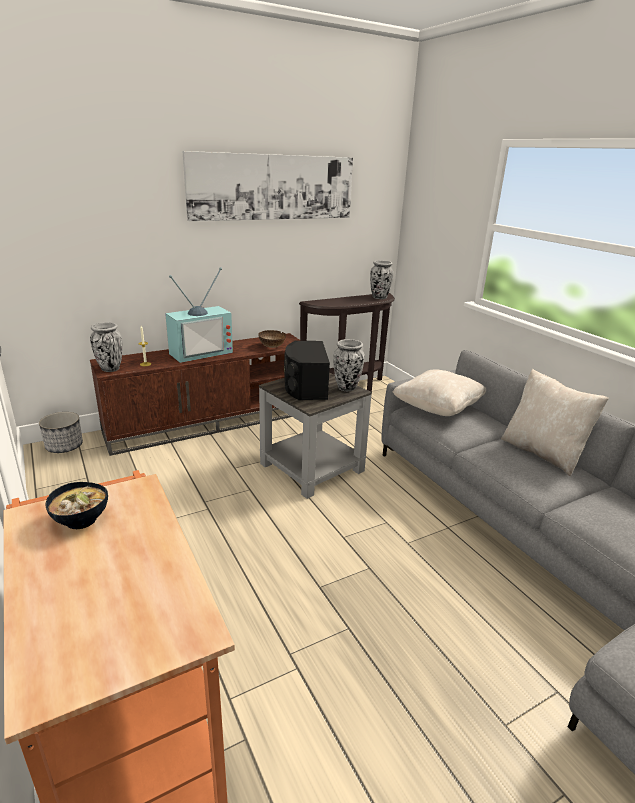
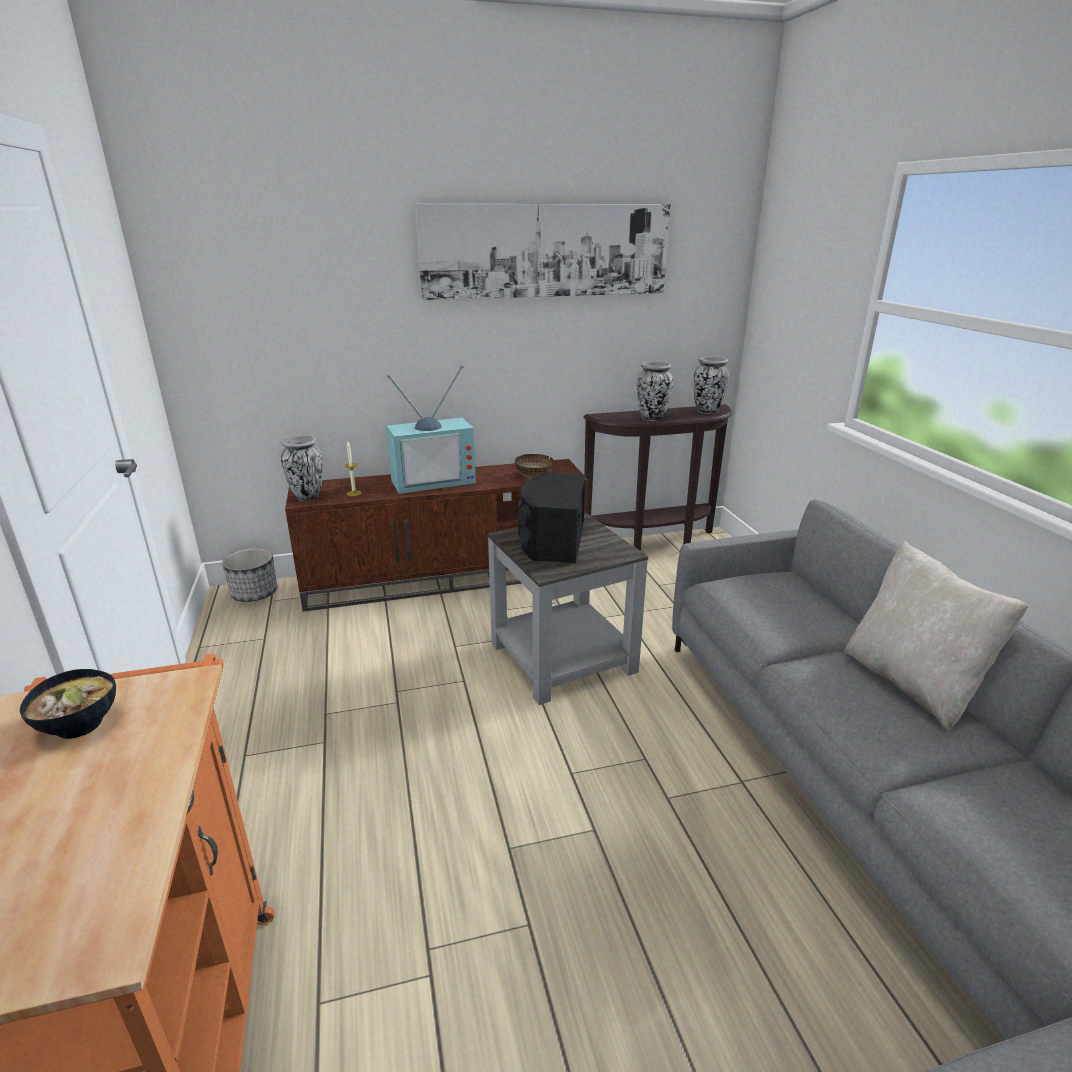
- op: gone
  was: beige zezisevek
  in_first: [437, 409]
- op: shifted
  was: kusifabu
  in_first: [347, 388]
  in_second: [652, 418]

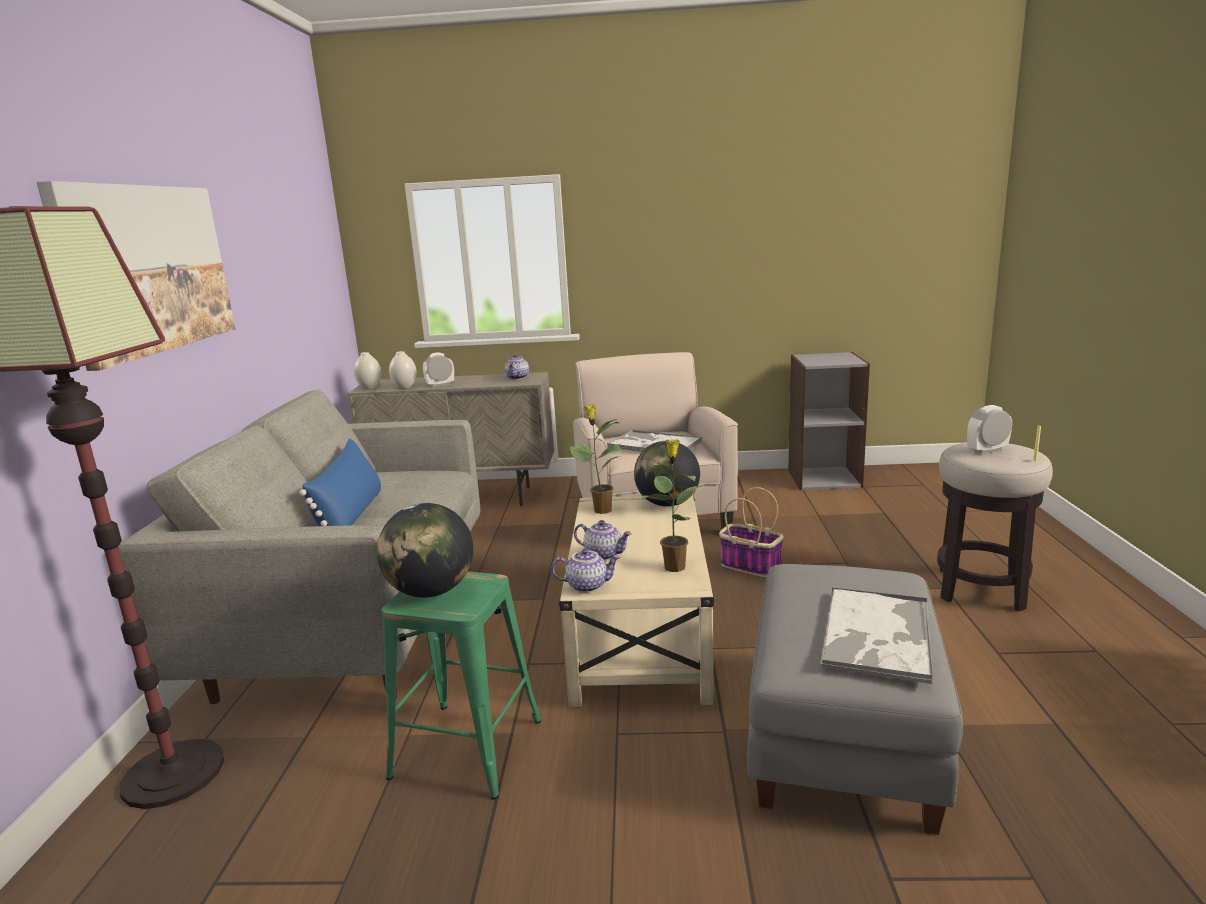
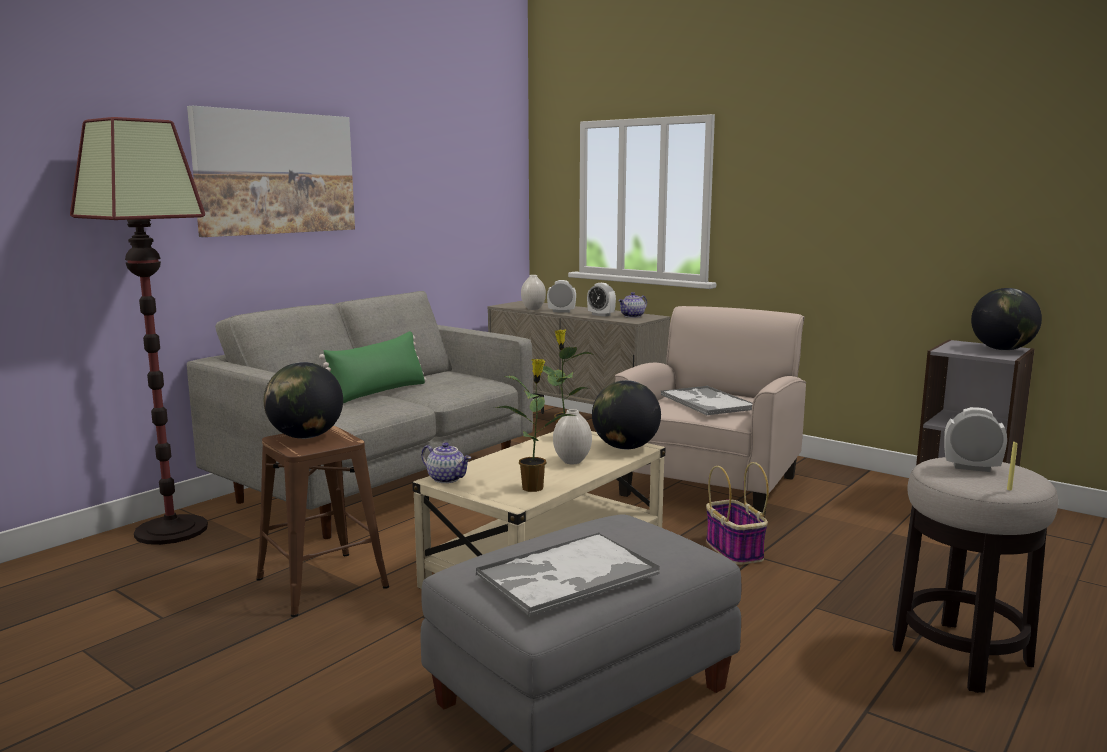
- op: gone
  was: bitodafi
  in_first: [604, 554]
- op: new
  now: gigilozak
  in_second: [601, 315]
- op: new
  now: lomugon
  in_second: [1002, 349]
- op: shifted
  was: white kusifabu
  in_first: [369, 388]
  in_second: [571, 461]
- op: repainted
  was: blue zezisevek
  now: green zezisevek
  in_first: [351, 516]
  in_second: [379, 392]
- op: repainted
  was: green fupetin
  now: brown fupetin
  in_first: [466, 749]
  in_second: [320, 583]

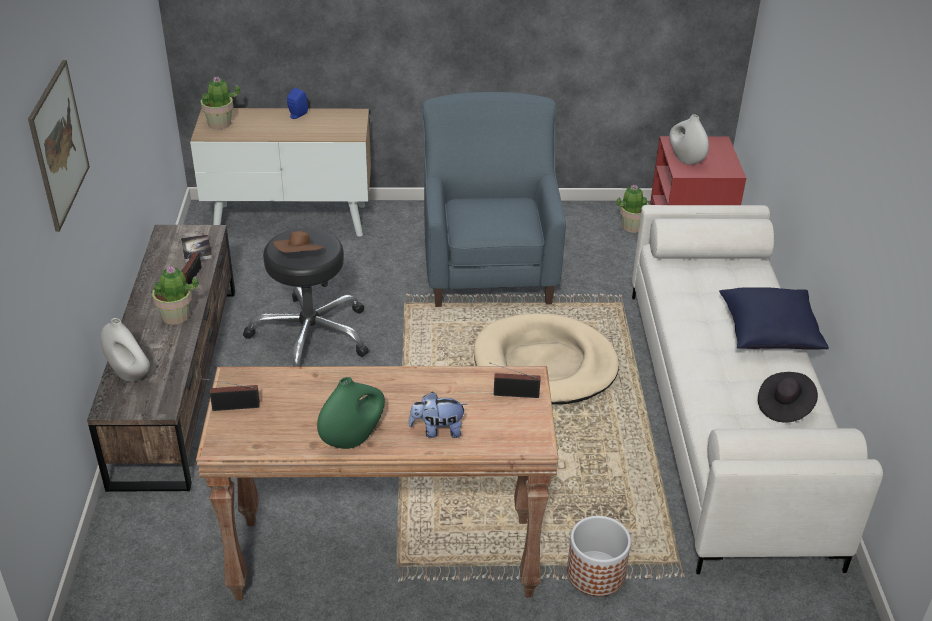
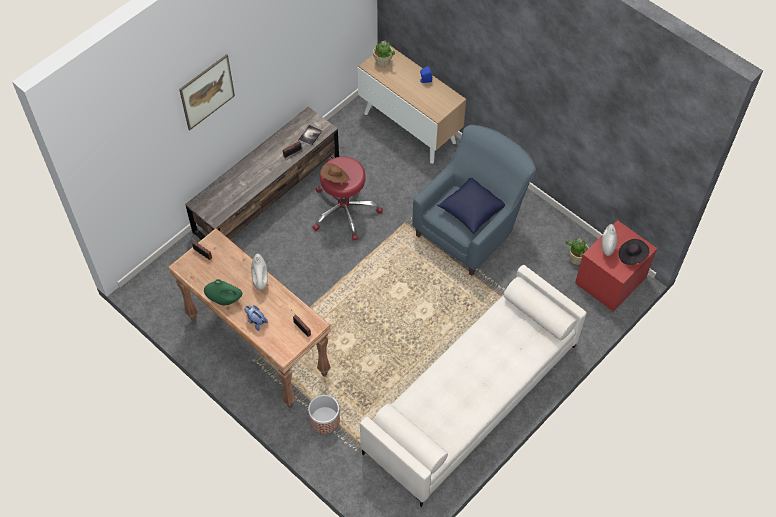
- op: gone
  was: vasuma
  in_first: [176, 316]
- op: gone
  was: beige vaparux
  in_first: [545, 365]
- op: shifted
  was: white kusifabu
  in_first: [129, 373]
  in_second: [260, 280]
- op: shifted
  was: blue zezisevek
  in_first: [768, 334]
  in_second: [471, 210]
- op: shifted
  was: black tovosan
  in_first: [784, 406]
  in_second: [632, 255]
- op: repainted
  was: black fupetin
  now: red fupetin
  in_first: [311, 335]
  in_second: [345, 210]

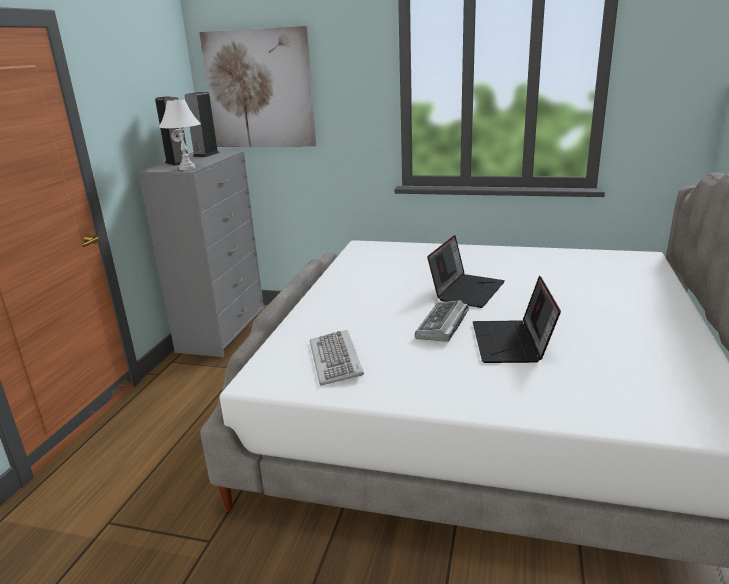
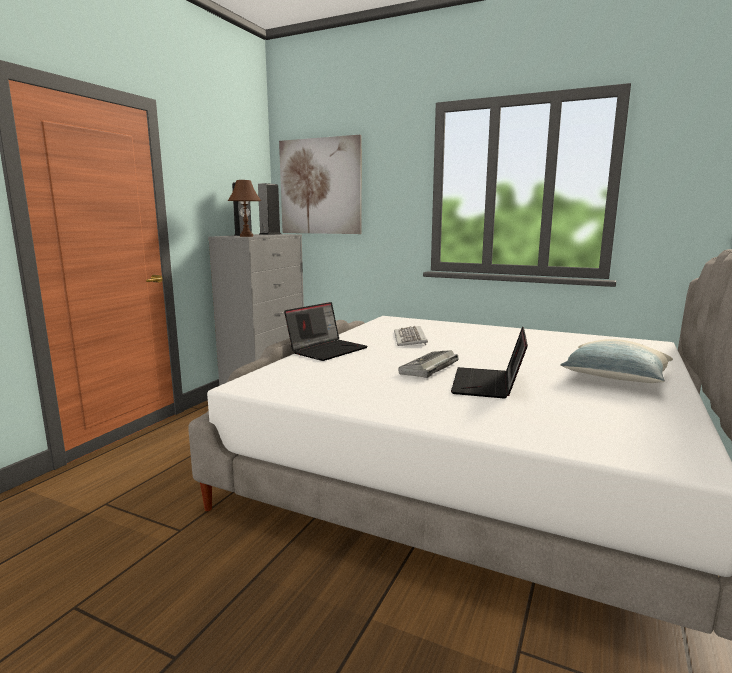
- op: new
  now: zezisevek
  in_second: [615, 379]
- op: shifted
  was: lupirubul
  in_first: [336, 360]
  in_second: [410, 339]
- op: shifted
  was: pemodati
  in_first: [466, 290]
  in_second: [327, 350]
- op: repainted
  was: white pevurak
  now: brown pevurak
  in_first: [186, 168]
  in_second: [246, 236]

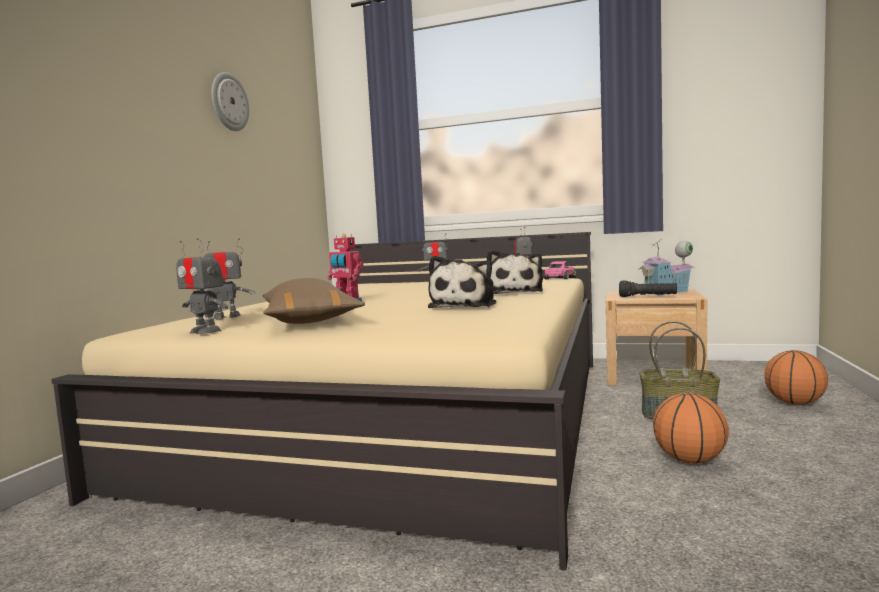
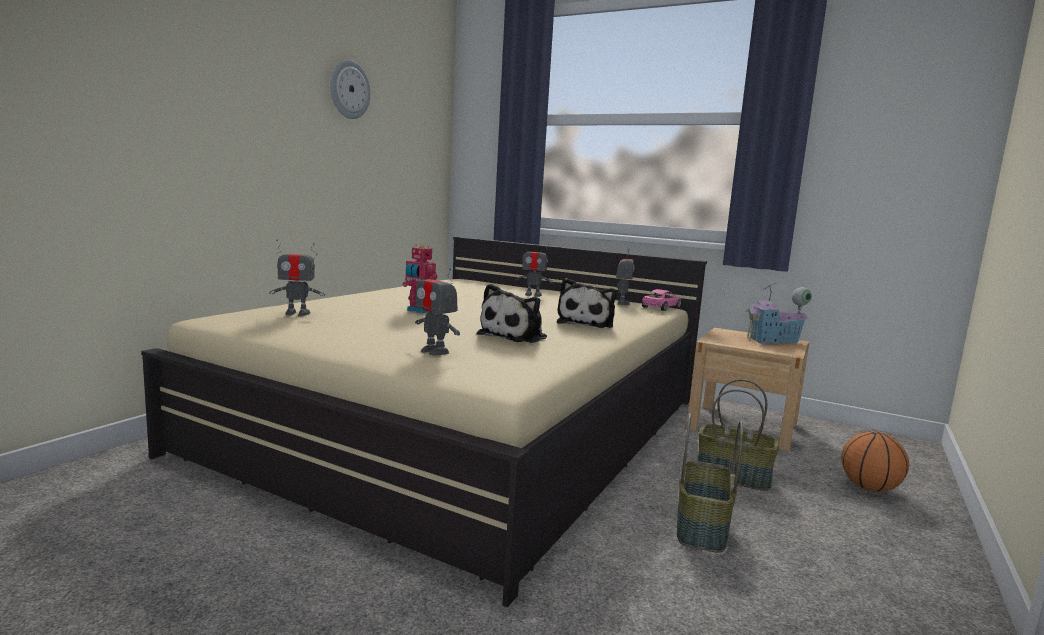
- op: gone
  was: brown zezisevek
  in_first: [308, 319]
- op: gone
  was: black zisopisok
  in_first: [647, 297]
- op: shifted
  was: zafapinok
  in_first: [205, 331]
  in_second: [434, 351]
- op: swapped
  was: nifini
  now: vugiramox
  in_first: [689, 460]
  in_second: [703, 528]

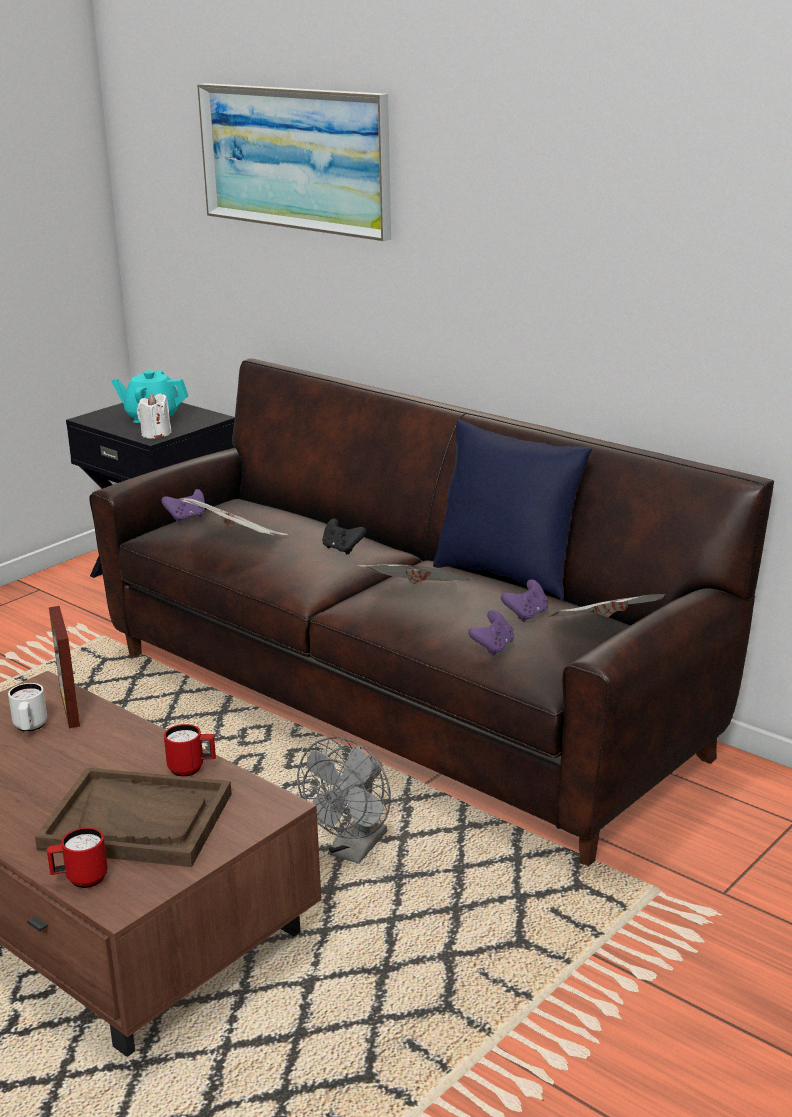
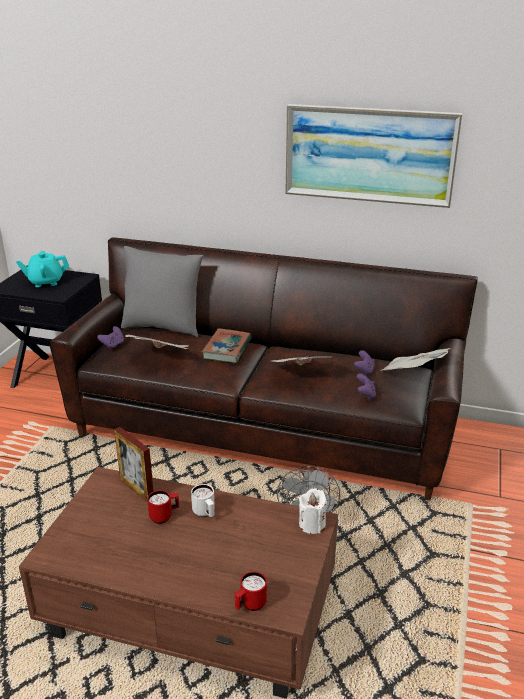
- op: gone
  was: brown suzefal
  in_first: [137, 821]
- op: gone
  was: blue zezisevek
  in_first: [507, 575]
- op: new
  now: grey zezisevek
  in_second: [163, 327]
- op: shifted
  was: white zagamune
  in_first: [30, 728]
  in_second: [205, 514]
- op: shifted
  was: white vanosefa
  in_first: [156, 434]
  in_second: [312, 524]
- op: shifted
  was: red zagamune
  in_first: [192, 769]
  in_second: [164, 516]
- op: shifted
  was: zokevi
  in_first: [295, 158]
  in_second: [369, 154]
- op: swapped
  was: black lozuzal
  now: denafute
  in_first: [342, 549]
  in_second: [227, 349]

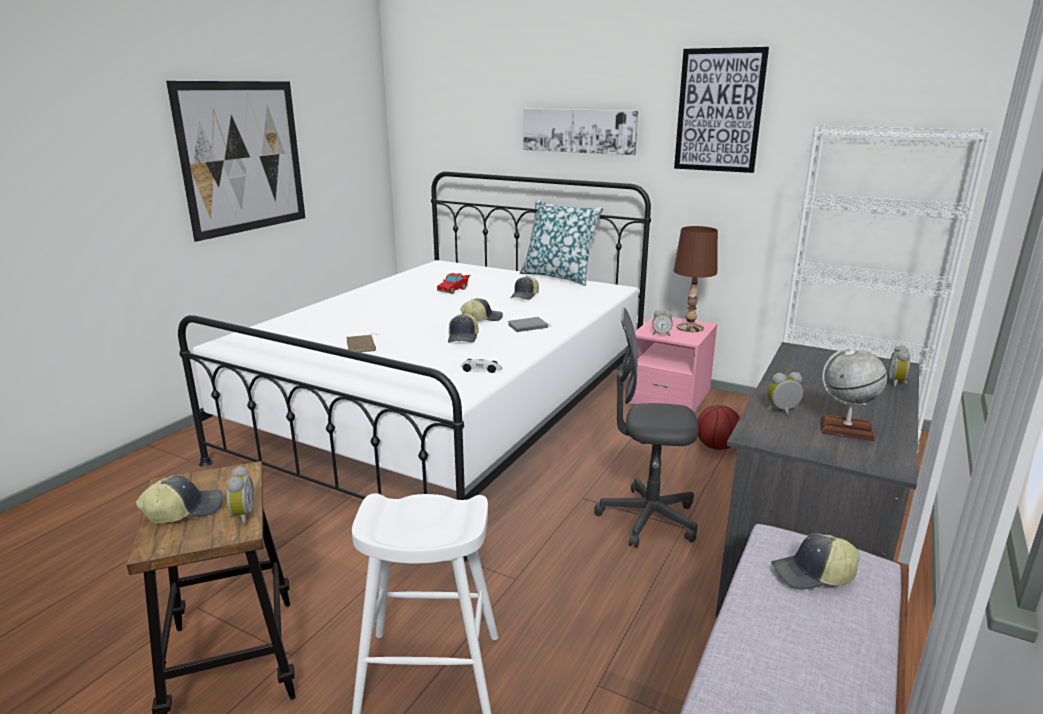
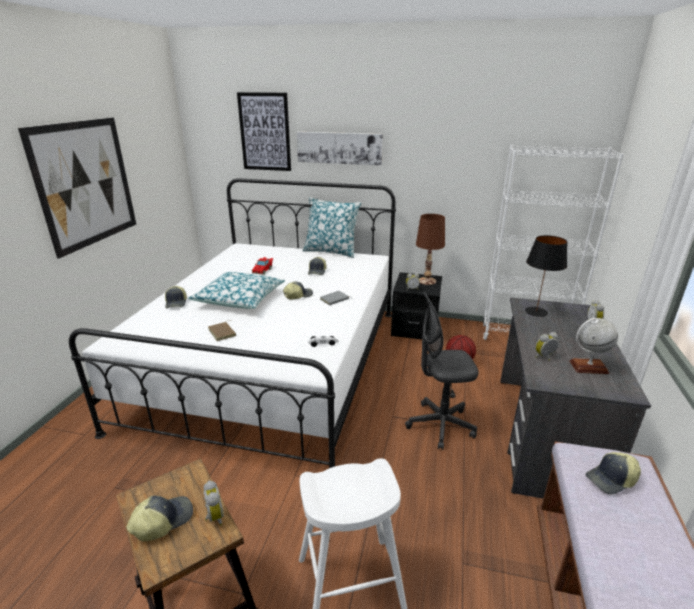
- op: new
  now: zezisevek
  in_second: [239, 299]
- op: new
  now: black pevurak
  in_second: [536, 311]
- op: shifted
  was: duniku
  in_first: [463, 338]
  in_second: [177, 303]
- op: shifted
  was: zokevi
  in_first: [719, 111]
  in_second: [265, 132]
- op: repainted
  was: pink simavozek
  now: black simavozek
  in_first: [669, 397]
  in_second: [415, 327]

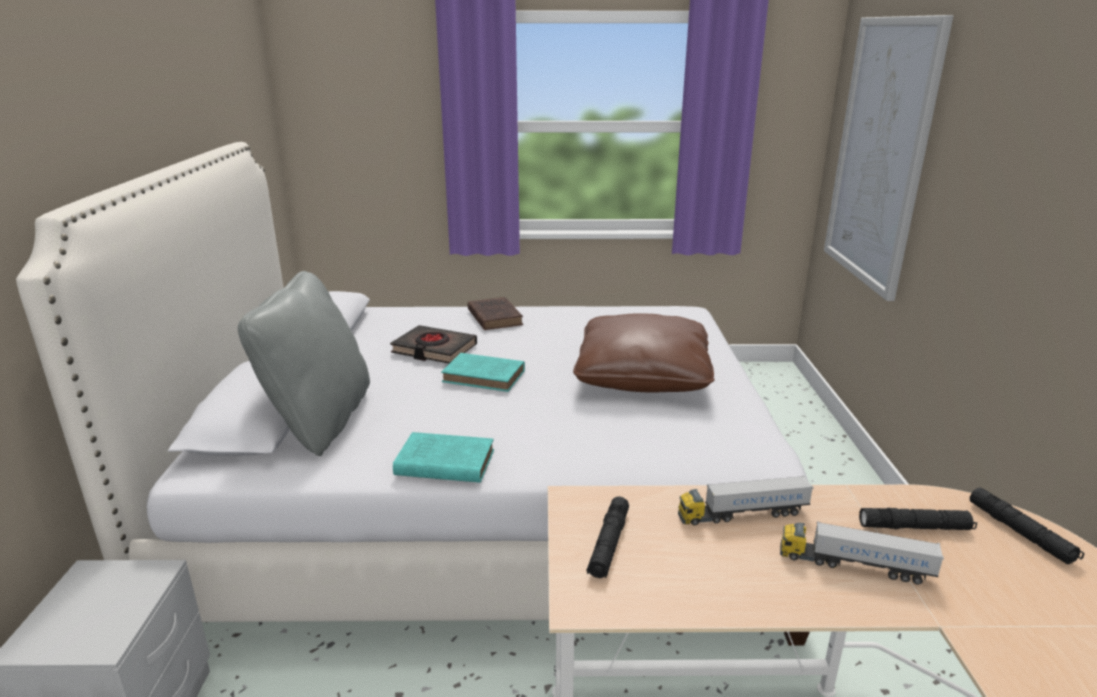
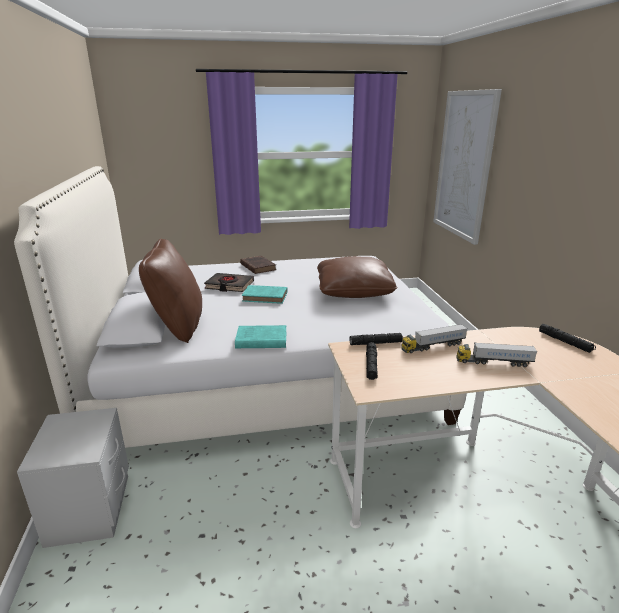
- op: shifted
  was: black zisopisok
  in_first: [915, 527]
  in_second: [376, 343]
- op: repainted
  was: grey zezisevek
  now: brown zezisevek
  in_first: [320, 420]
  in_second: [178, 326]

